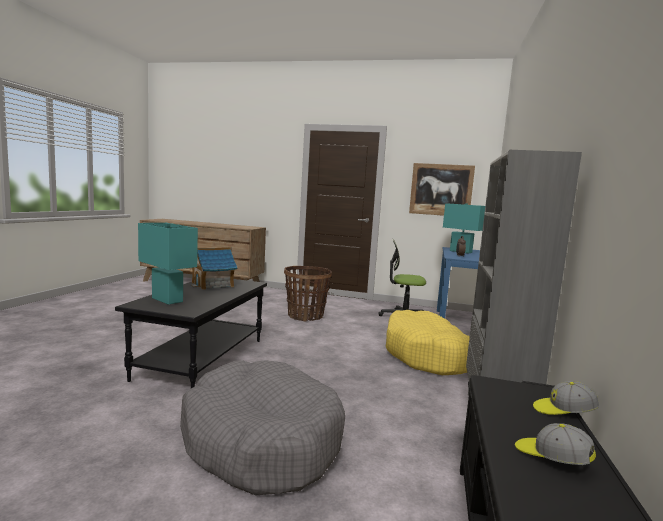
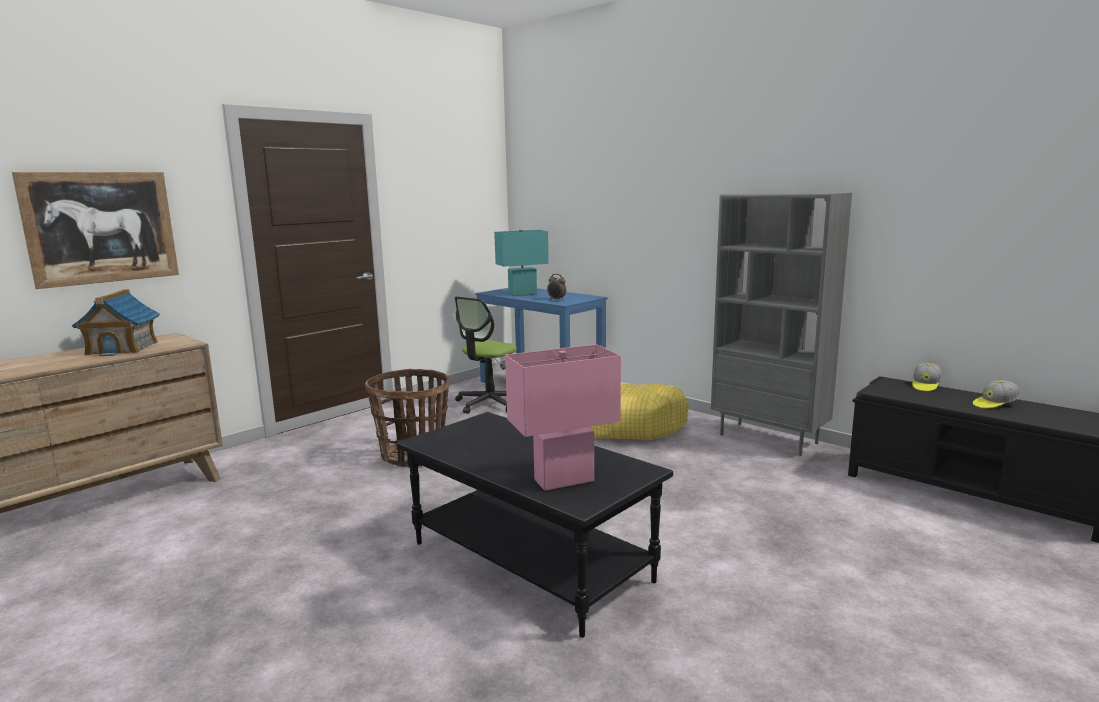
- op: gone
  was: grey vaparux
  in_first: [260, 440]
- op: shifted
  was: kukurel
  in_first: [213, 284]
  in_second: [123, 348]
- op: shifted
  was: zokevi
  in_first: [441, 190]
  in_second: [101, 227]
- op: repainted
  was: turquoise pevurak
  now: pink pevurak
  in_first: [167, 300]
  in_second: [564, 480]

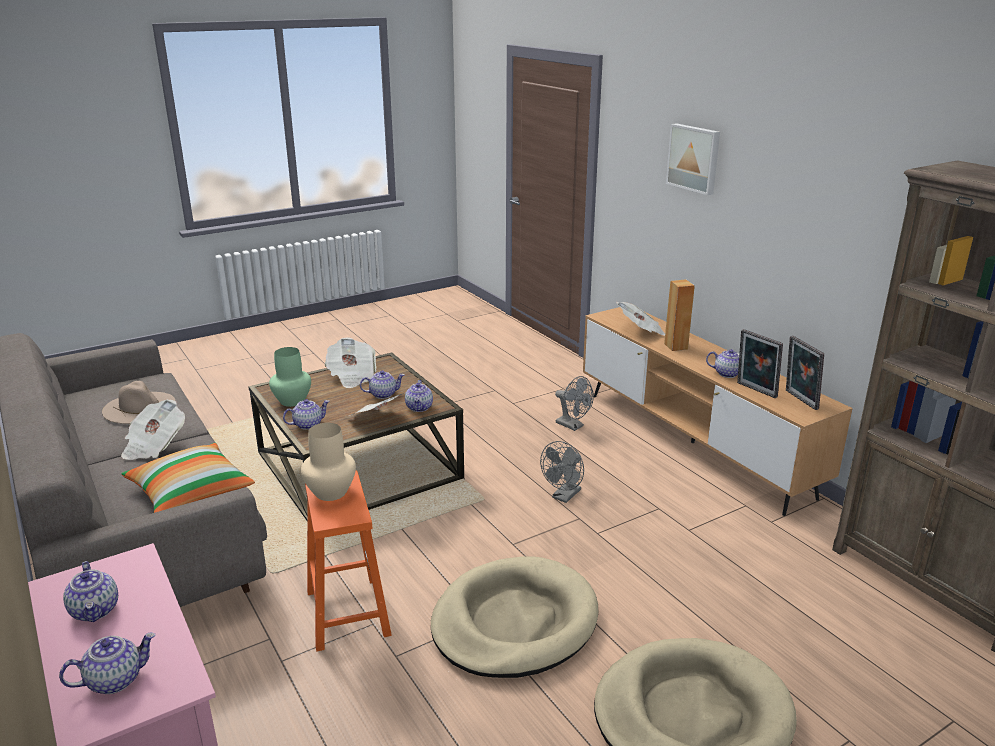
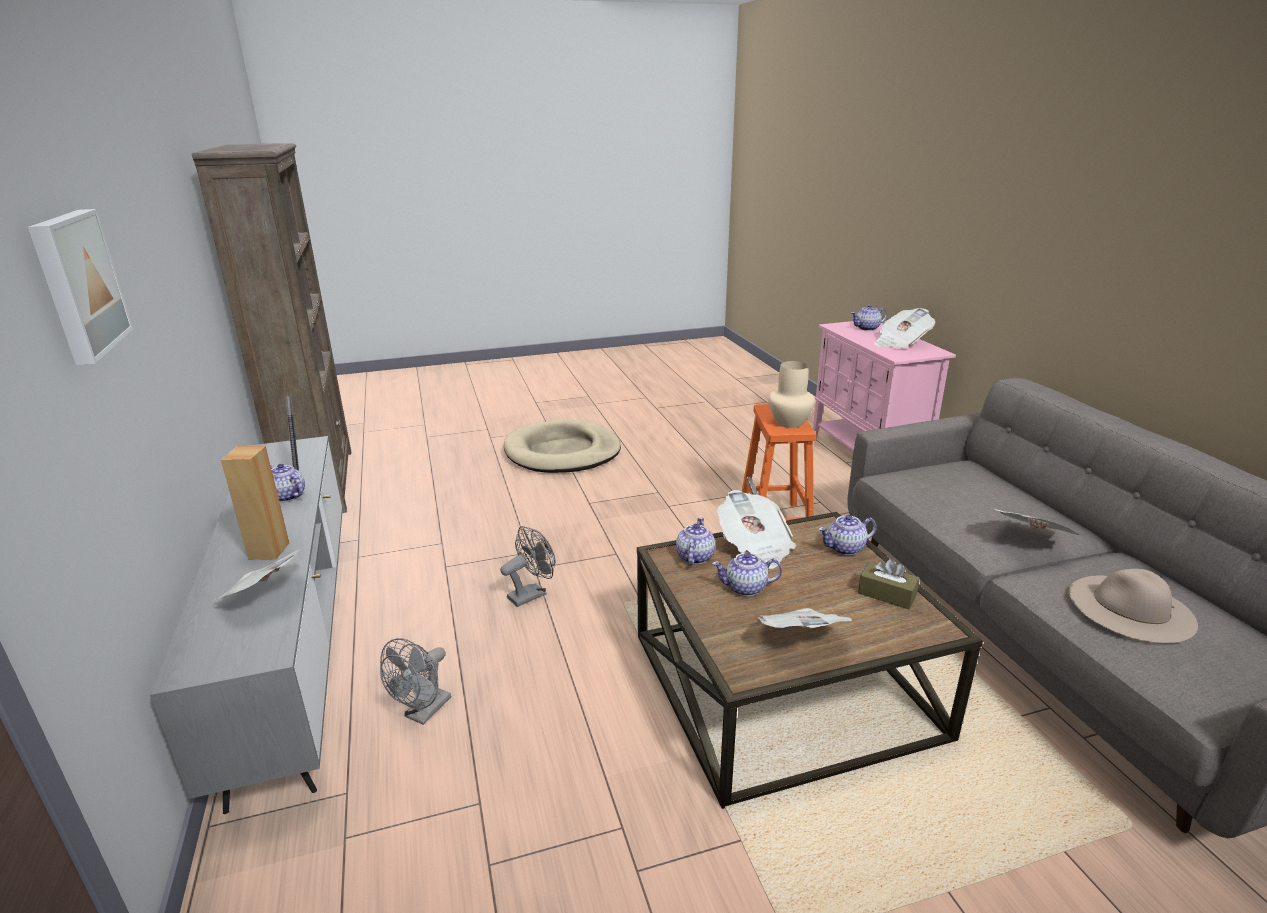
- op: gone
  was: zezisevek
  in_first: [190, 493]
- op: gone
  was: beige vaparux
  in_first: [514, 622]
- op: gone
  was: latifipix
  in_first: [799, 400]
- op: swapped
  was: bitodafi
  now: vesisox
  in_first: [96, 610]
  in_second: [900, 343]
- op: swapped
  was: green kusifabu
  now: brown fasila
  in_first: [292, 401]
  in_second: [886, 594]
- op: repainted
  was: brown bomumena
  now: grey bomumena
  in_first: [692, 442]
  in_second: [296, 647]
- op: rotated
  was: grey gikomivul
  in_first: [573, 426]
  in_second: [423, 713]
  clockwise: -120

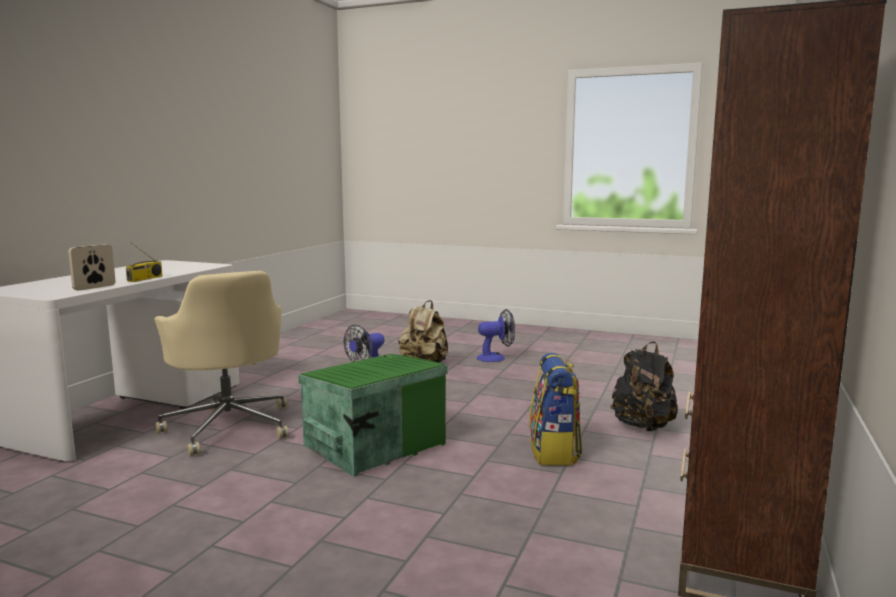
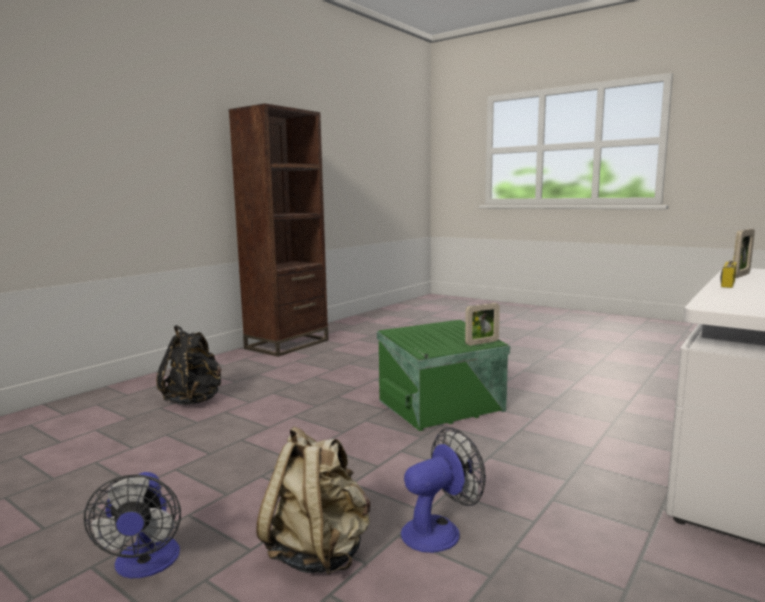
- op: gone
  was: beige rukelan
  in_first: [229, 426]
- op: gone
  was: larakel
  in_first: [554, 452]
- op: new
  now: latifipix
  in_second: [482, 343]
- op: rotated
  was: gikomivul
  in_first: [496, 358]
  in_second: [146, 565]
  clockwise: -105

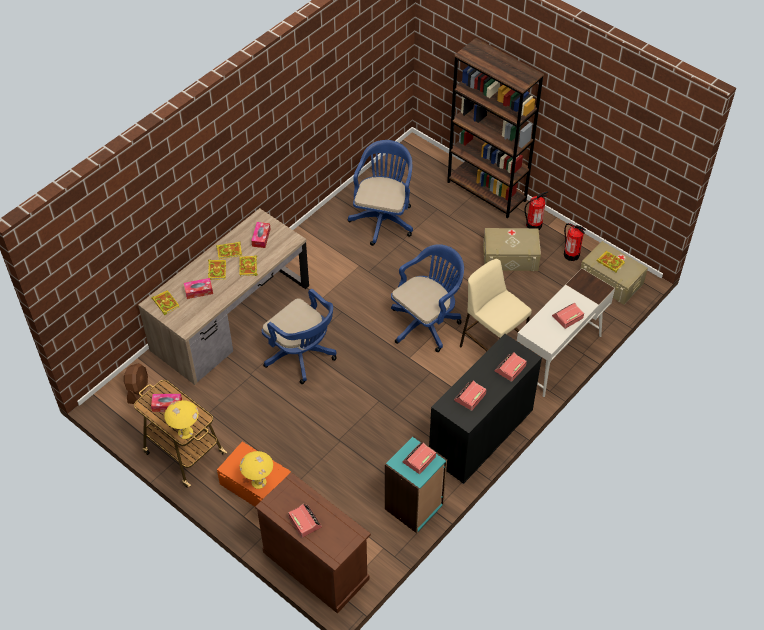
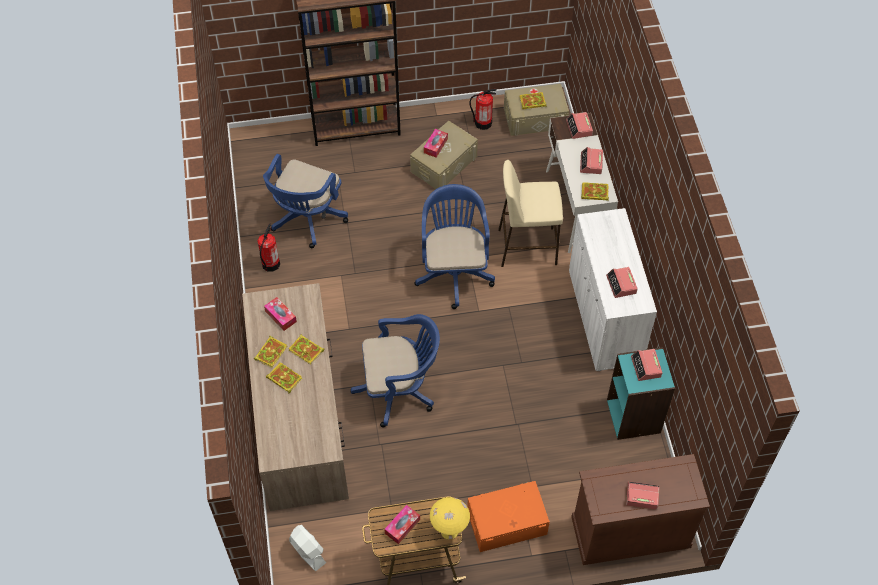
- op: gone
  was: yellow pevurak
  in_first: [259, 482]
- op: shifted
  was: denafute
  in_first: [165, 303]
  in_second: [594, 193]
- op: shifted
  was: fasila
  in_first: [199, 291]
  in_second: [435, 146]
- op: shifted
  was: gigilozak
  in_first: [510, 368]
  in_second: [579, 128]
- op: shifted
  was: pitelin
  in_first: [533, 225]
  in_second: [270, 264]
- op: repainted
  was: brown gikomivul
  now: white gikomivul
  in_first: [138, 390]
  in_second: [307, 552]
- op: repainted
  was: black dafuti
  now: white dafuti
  in_first: [480, 434]
  in_second: [604, 317]
- op: rotated
  was: blue rukelan
  in_first: [383, 218]
  in_second: [306, 220]
  clockwise: -120

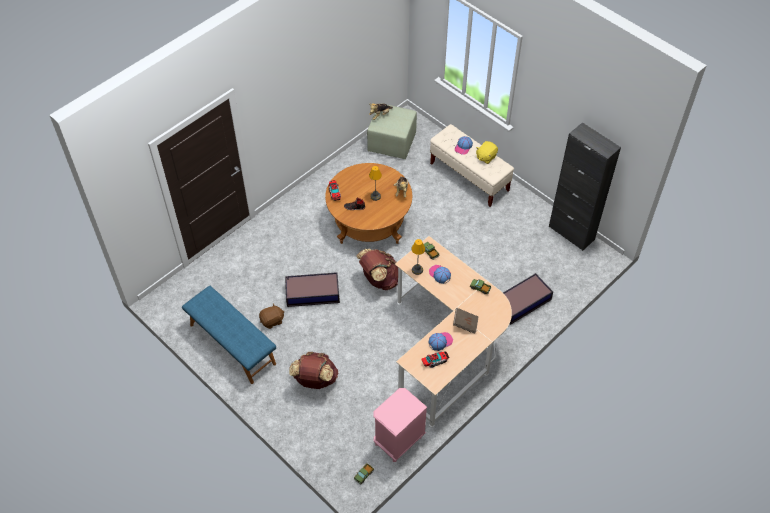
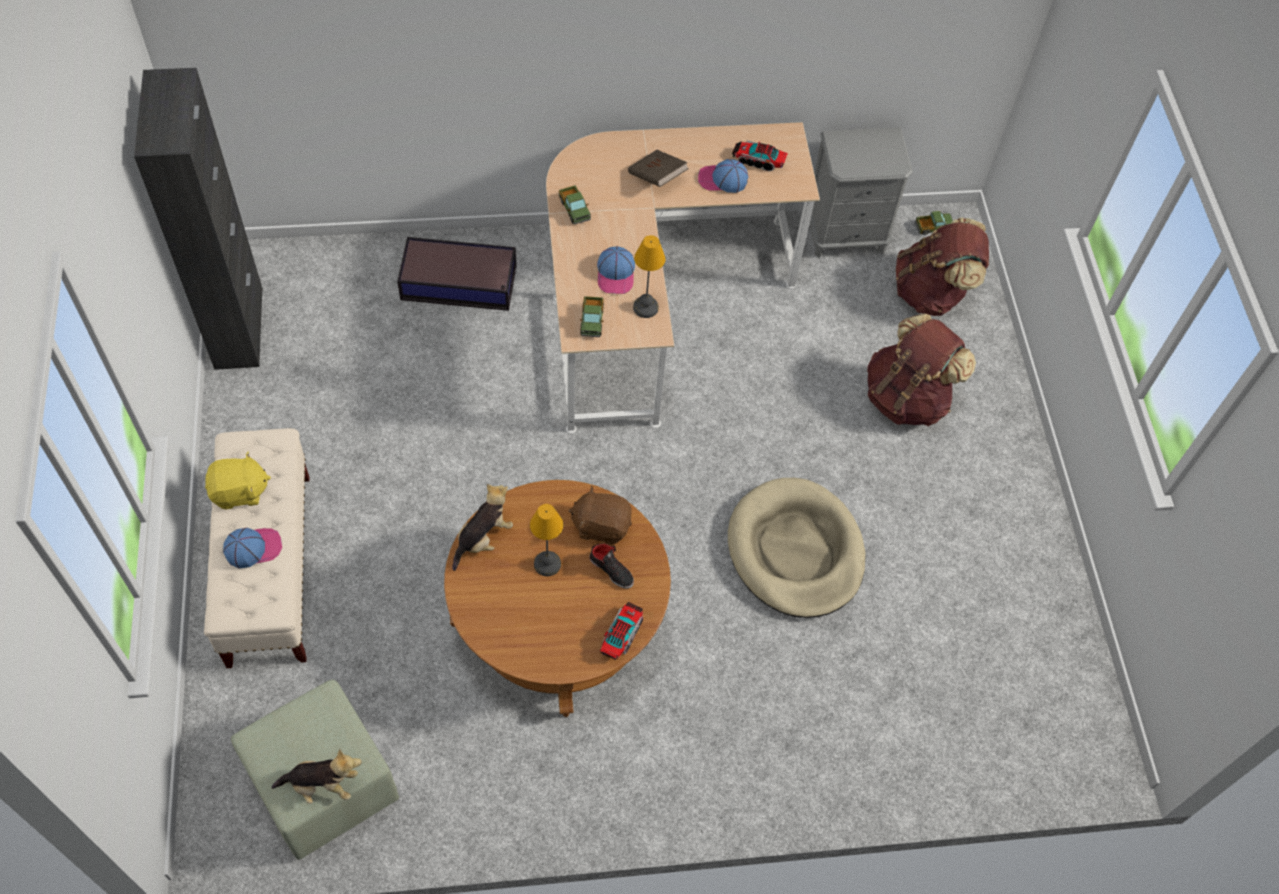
- op: gone
  was: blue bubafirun
  in_first: [232, 344]
- op: shifted
  was: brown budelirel
  in_first: [272, 321]
  in_second: [601, 525]
- op: shifted
  was: brown larakel
  in_first: [379, 279]
  in_second: [932, 293]
- op: swapped
  was: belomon
  now: beige vaparux
  in_first: [312, 293]
  in_second: [795, 551]
- op: repainted
  was: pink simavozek
  now: grey simavozek
  in_first: [398, 441]
  in_second: [846, 234]

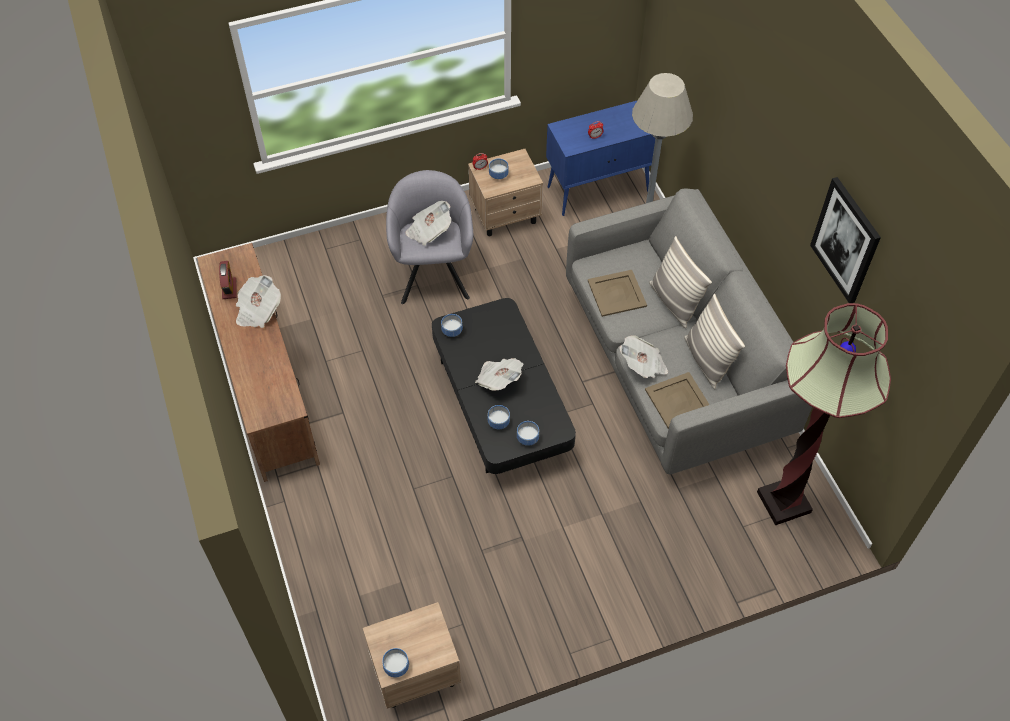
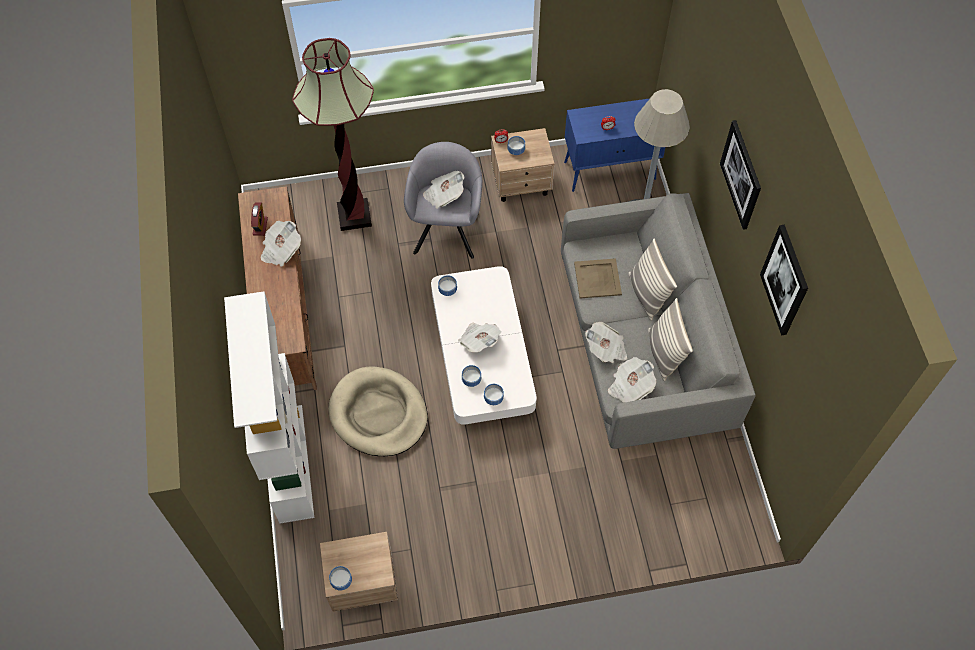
- op: new
  now: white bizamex
  in_second: [290, 462]
- op: new
  now: beige vaparux
  in_second: [378, 414]
- op: new
  now: zokevi
  in_second: [741, 175]
- op: shifted
  was: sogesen
  in_first: [783, 502]
  in_second: [354, 216]
- op: swapped
  was: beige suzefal
  now: vesisox
  in_first: [678, 401]
  in_second: [630, 386]
- op: repainted
  was: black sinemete
  now: white sinemete
  in_first: [501, 404]
  in_second: [482, 360]

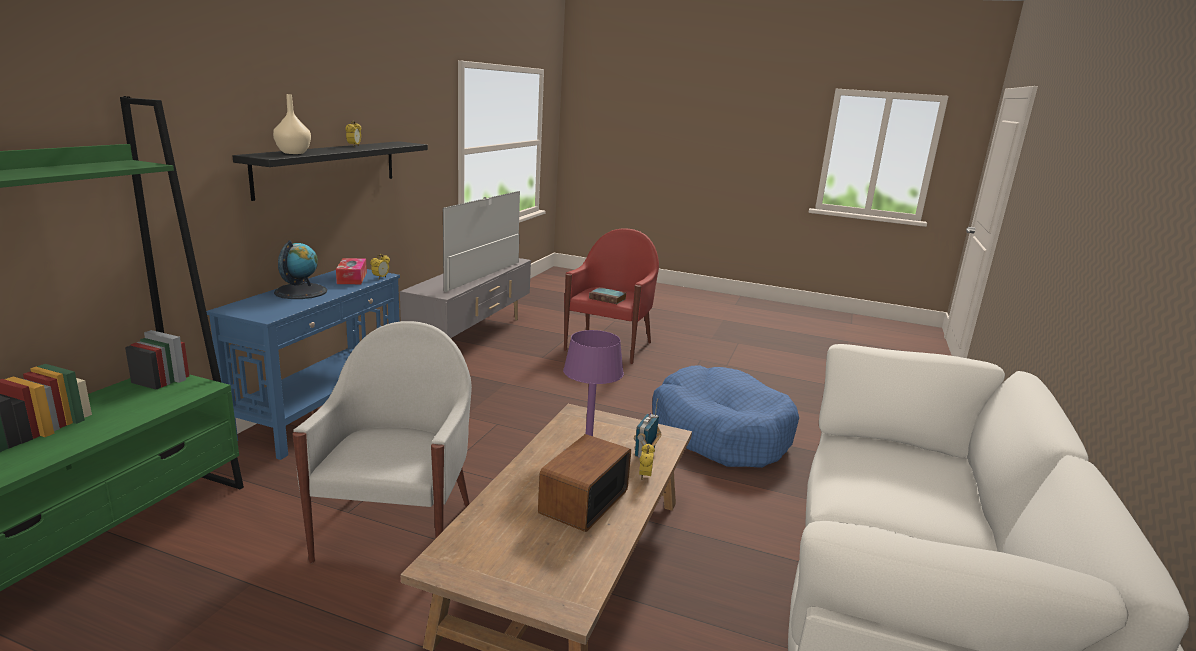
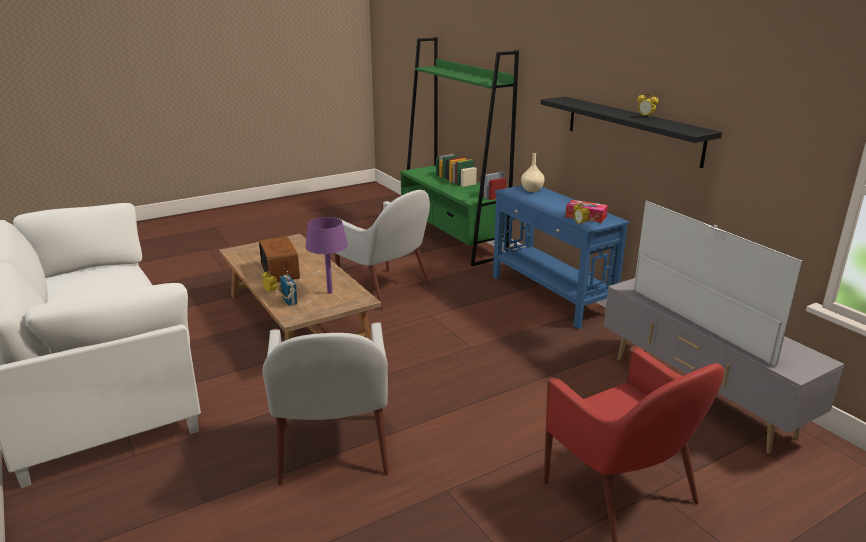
- op: gone
  was: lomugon
  in_first: [300, 291]
- op: gone
  was: denafute
  in_first: [608, 298]
- op: shifted
  was: beige kusifabu
  in_first: [292, 153]
  in_second: [532, 190]
- op: swapped
  was: blue vaparux
  now: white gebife
  in_first: [720, 433]
  in_second: [332, 450]

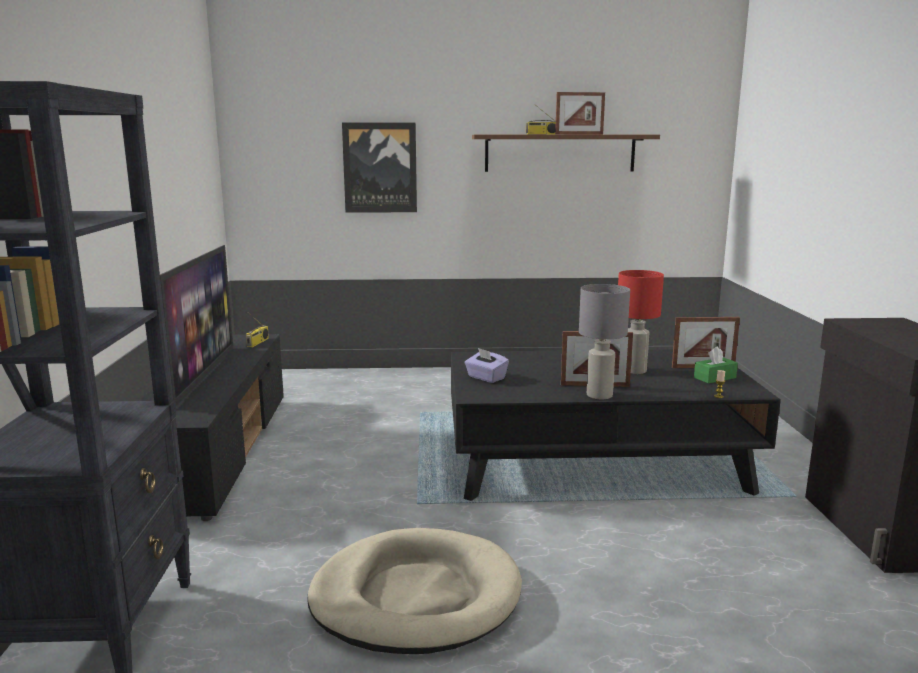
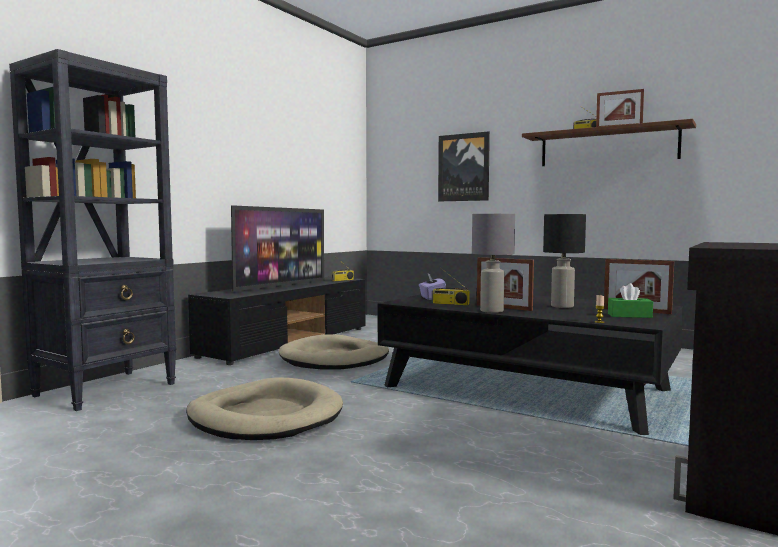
- op: new
  now: beige vaparux
  in_second: [335, 358]
- op: new
  now: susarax
  in_second: [450, 304]
- op: repainted
  was: red pevurak
  now: black pevurak
  in_first: [635, 371]
  in_second: [562, 306]

